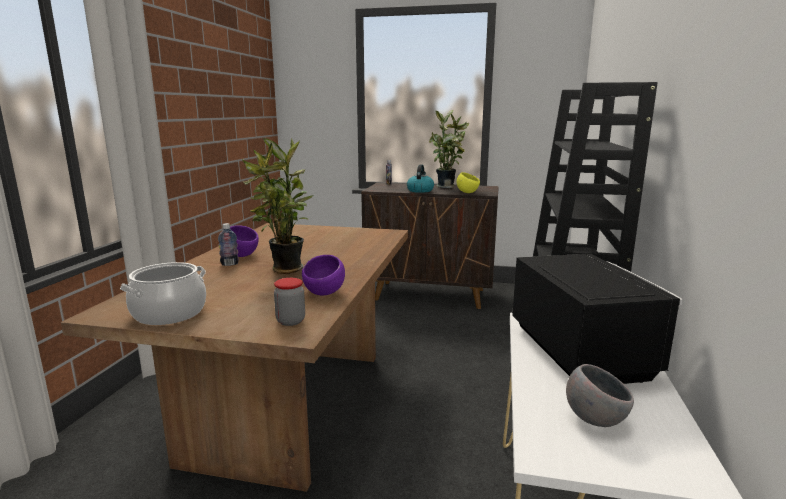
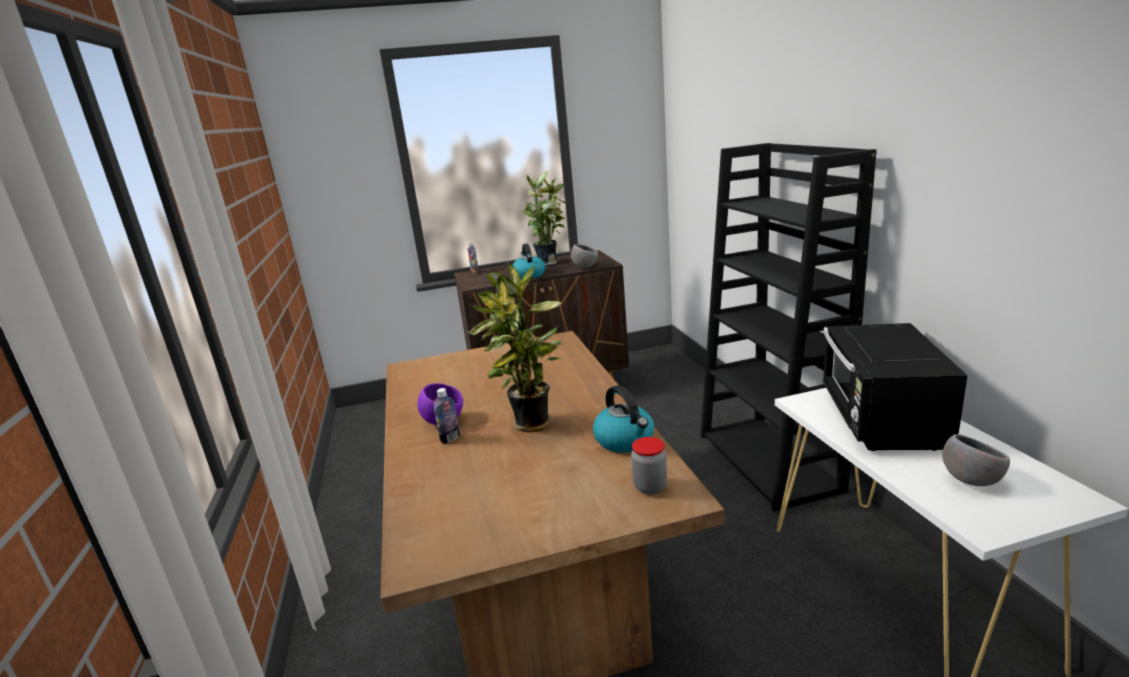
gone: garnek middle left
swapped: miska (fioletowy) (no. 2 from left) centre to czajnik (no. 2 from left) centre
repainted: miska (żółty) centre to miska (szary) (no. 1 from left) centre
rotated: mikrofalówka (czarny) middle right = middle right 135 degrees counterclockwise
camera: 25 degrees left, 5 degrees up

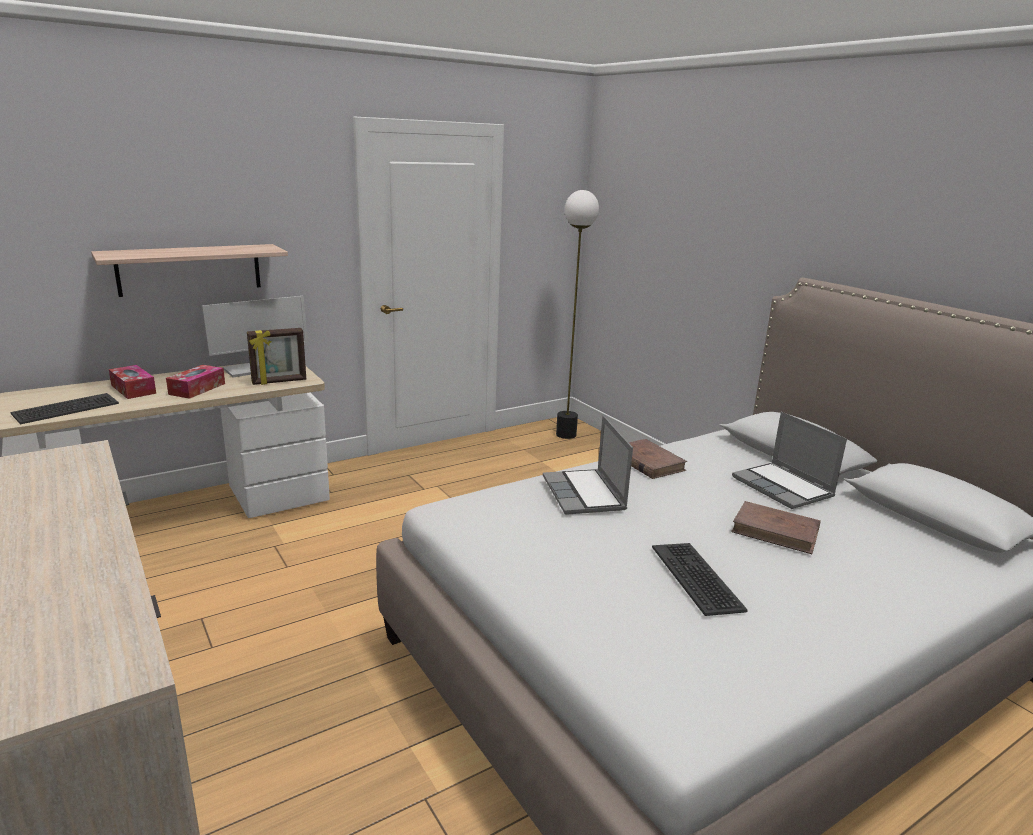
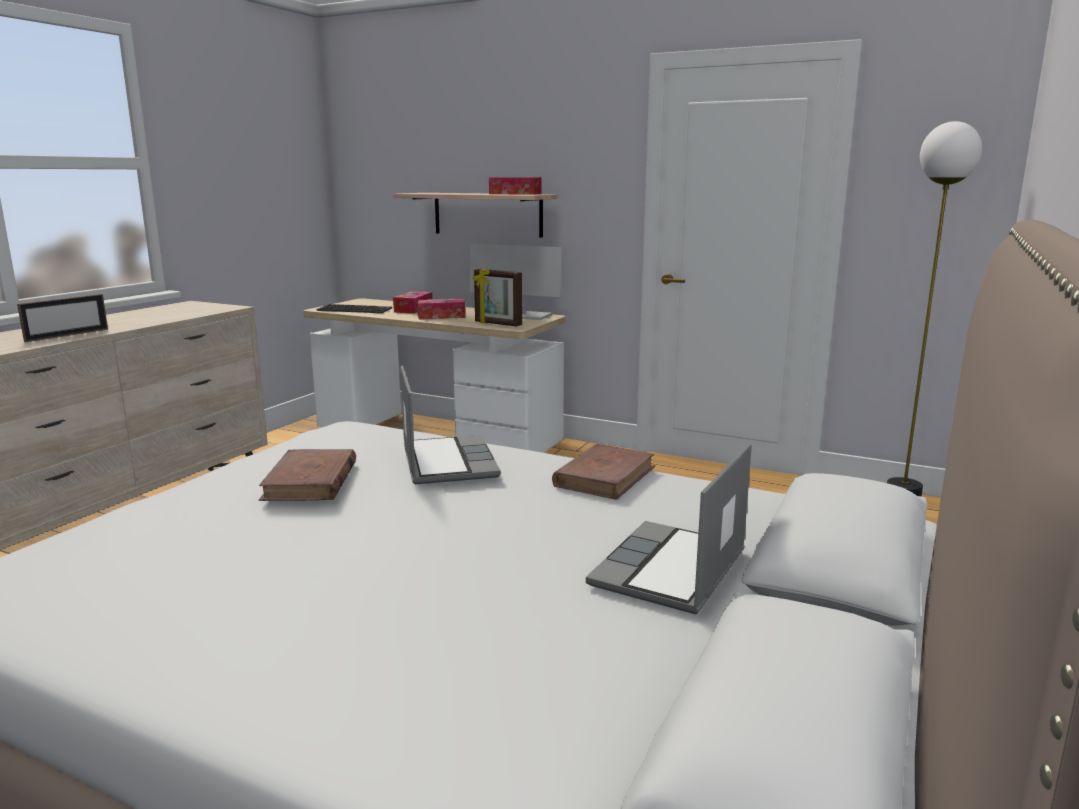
gone: klawiatura (no. 2 from left) bottom right
new: pudełko chusteczek (no. 3 from left) top centre; ramka na zdjęcie (no. 1 from left) middle left
shifted: książka (brązowy) (no. 2 from left in the first image) middle right to książka (brązowy) (no. 1 from left) middle left
rotated: laptop (no. 1 from left) centre = centre 120 degrees clockwise
camera: 60 degrees right, 5 degrees down

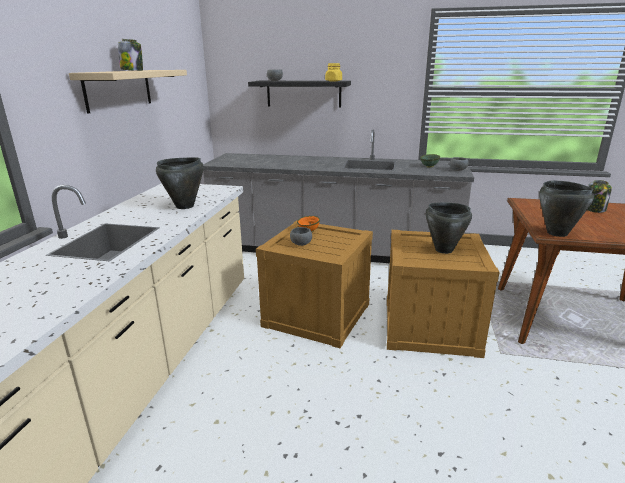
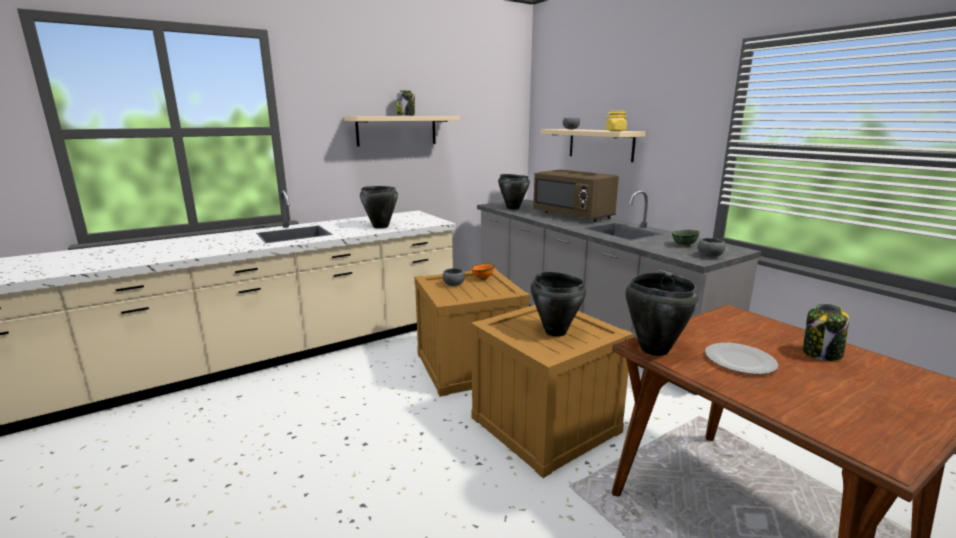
new: mikrofalówka (brązowy) centre; garnek (czarny) (no. 2 from left) centre; talerz middle right
repainted: półka (czarny) top centre to półka (beżowy) (no. 2 from left) top centre
camera: 45 degrees right, 5 degrees down

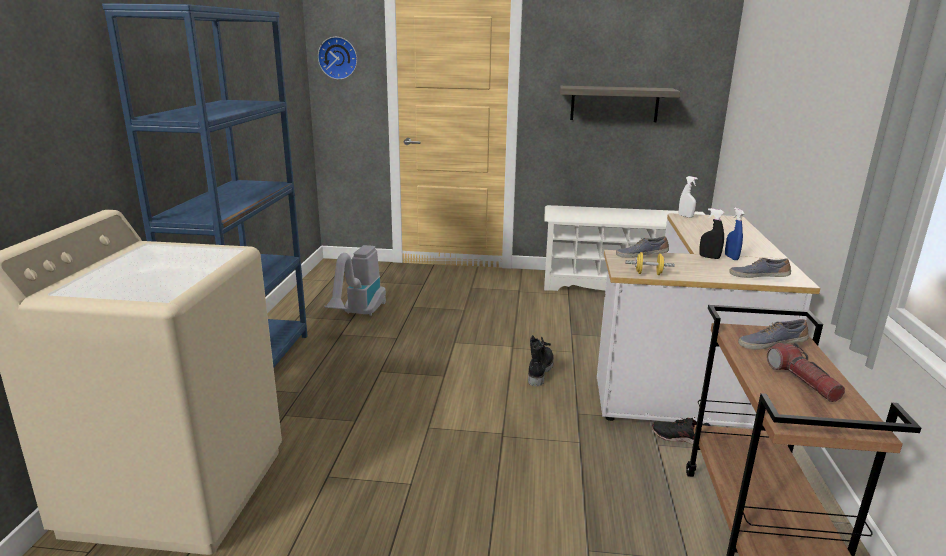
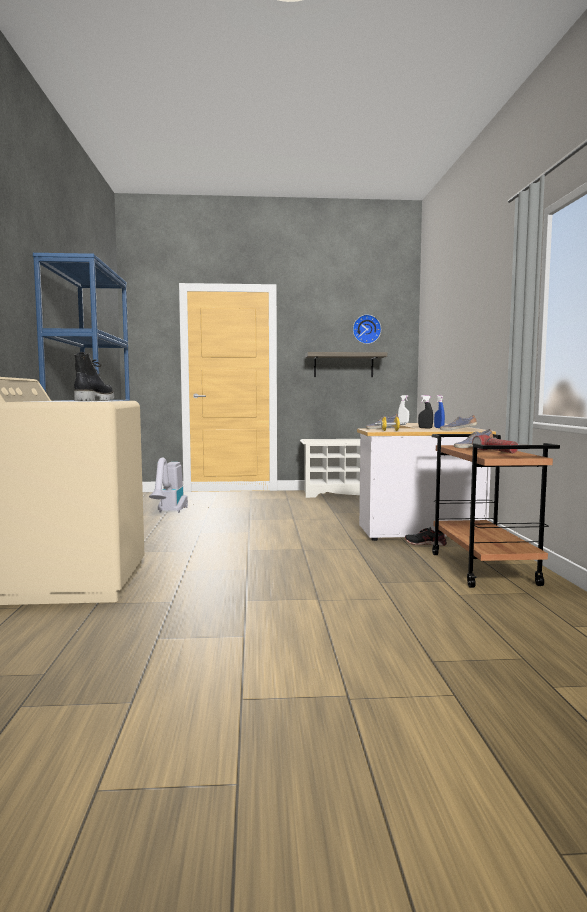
shifted: zegar ścienny top centre to centre; but z cholewką (czarny) centre to middle left
camera: 10 degrees left, 15 degrees down

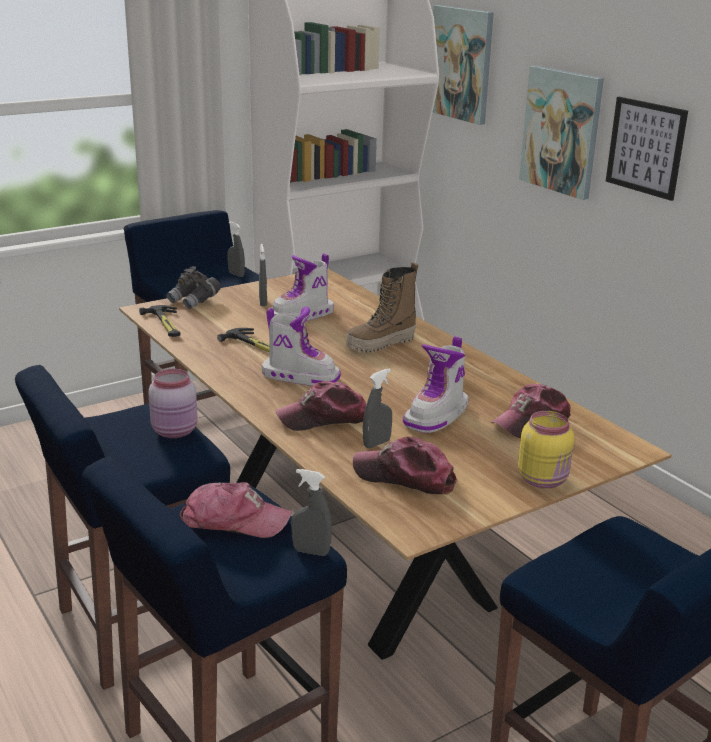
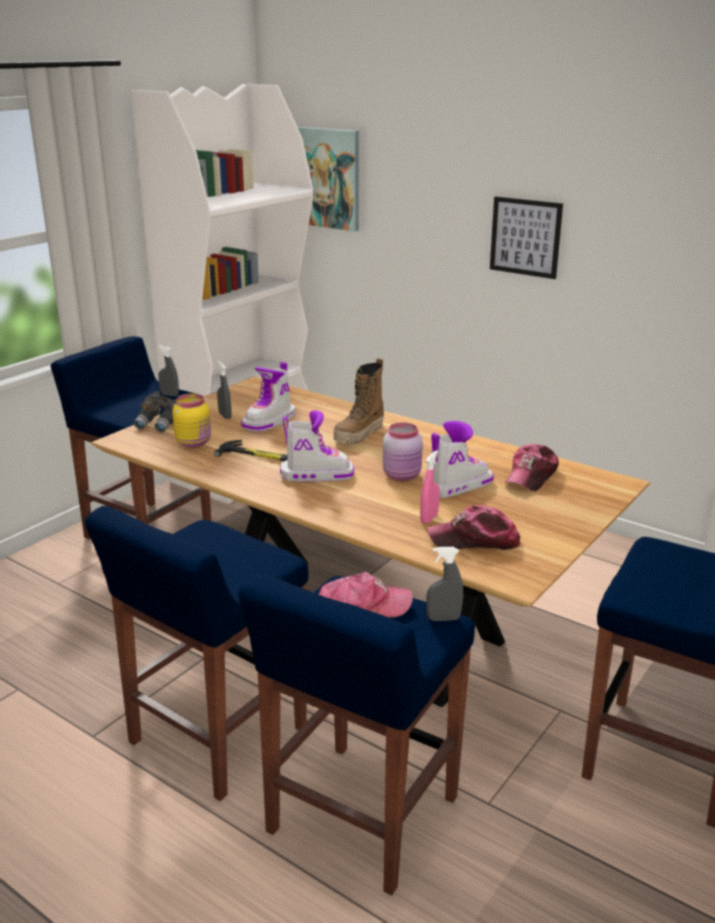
gone: obraz (no. 2 from left) top right; młotek (no. 1 from left) middle left; czapka z daszkiem (no. 2 from left) centre
shifted: słoik (różowy) middle left to centre; słoik (żółty) middle right to middle left
repainted: spryskiwacz (szary) (no. 4 from left) centre to spryskiwacz (różowy) centre
rotated: but z cholewką (no. 4 from left) centre = centre 135 degrees counterclockwise
camera: 20 degrees left, 0 degrees up

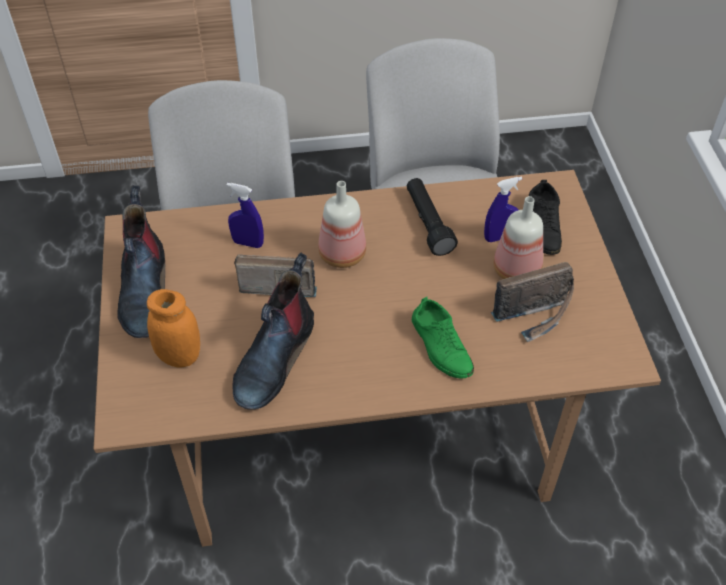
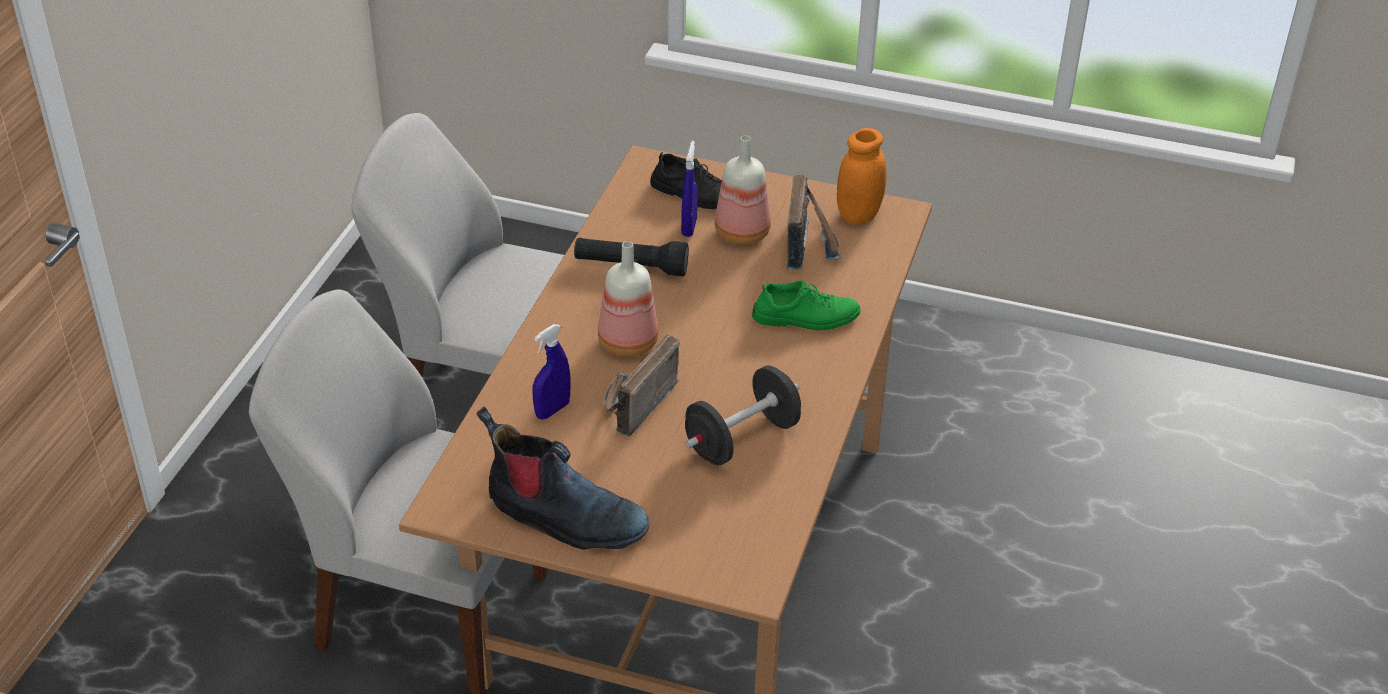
shifted: słoik (pomarańczowy) middle left to top centre
swapped: but z cholewką (no. 2 from left) centre to hantel (czarny) centre
camera: 65 degrees left, 10 degrees down

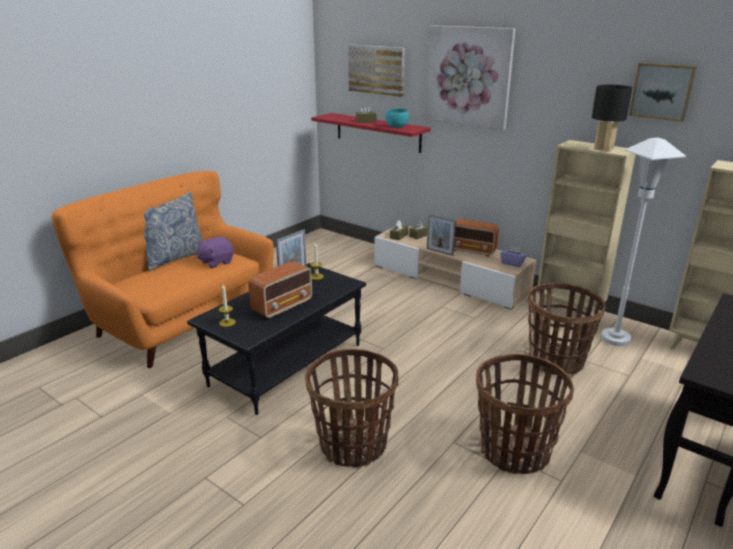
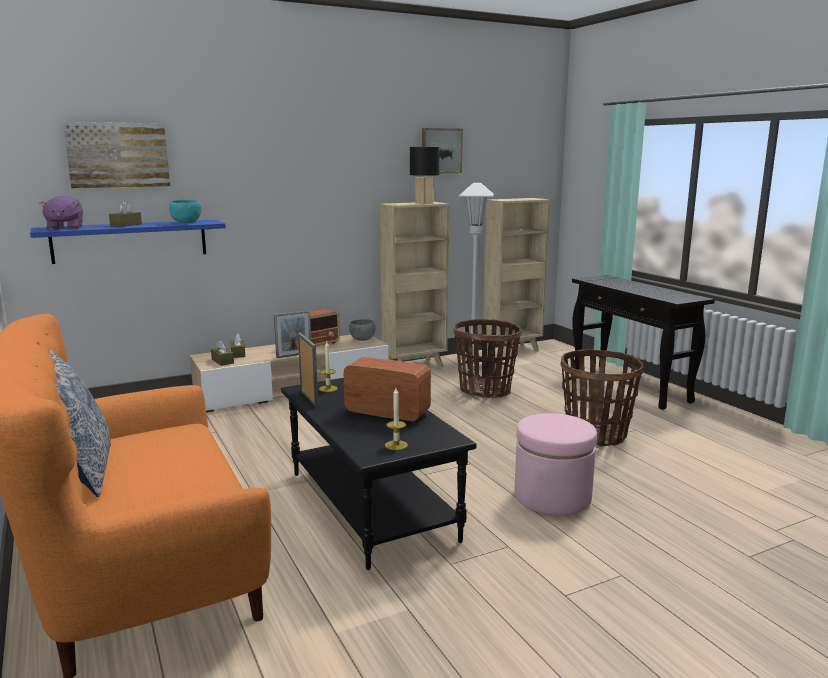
gone: obraz (no. 2 from left) top centre
shifted: pluszak (fioletowy) middle left to top left
swapped: pudełko chusteczek (fioletowy) middle right to miska (szary) centre; koszyk (no. 1 from left) bottom centre to pufa (różowy) bottom right
repainted: półka (czerwony) top centre to półka (niebieski) middle left
rotated: radio (no. 1 from left in the first image) centre = centre 45 degrees counterclockwise
camera: 65 degrees left, 10 degrees down

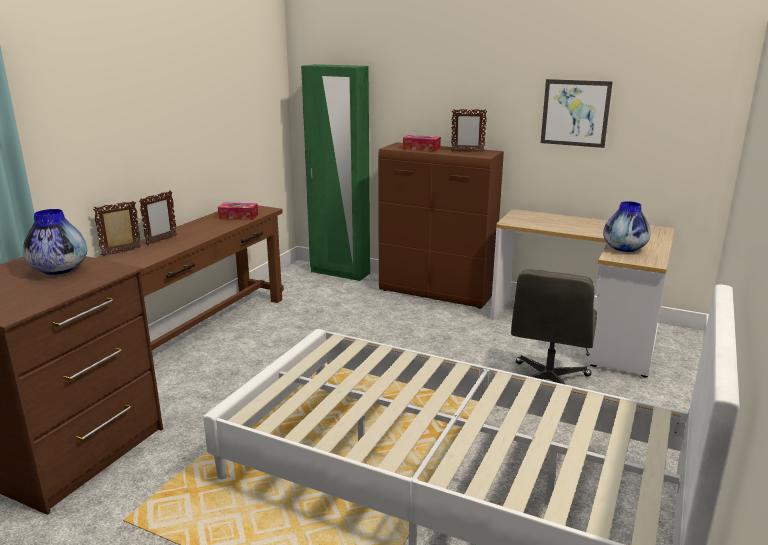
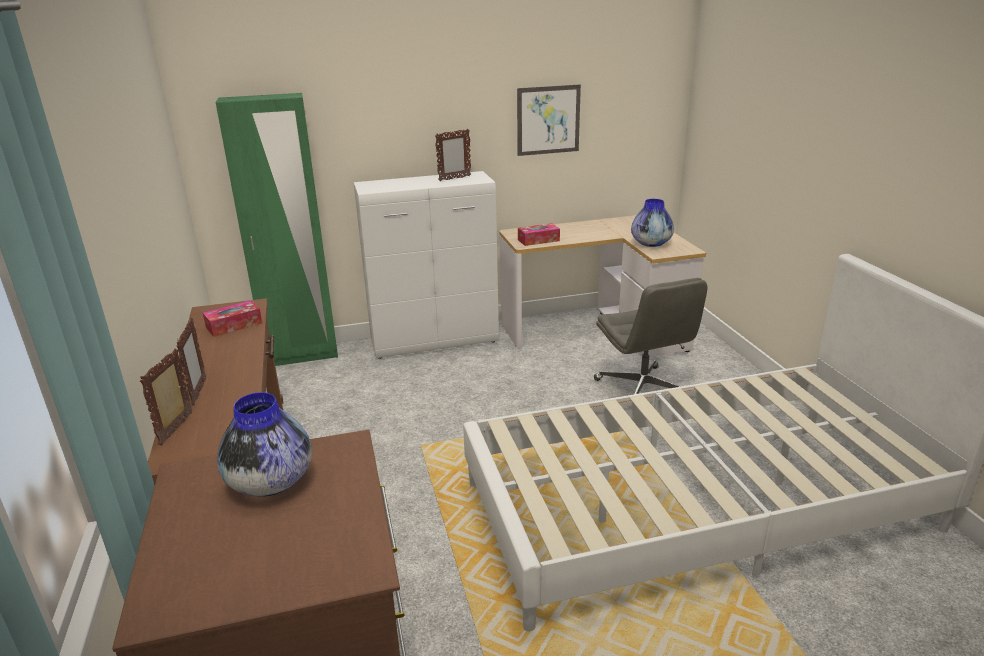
shifted: pudełko chusteczek (no. 2 from left) top centre to centre
repainted: szafka (brązowy) centre to szafka (biały) centre
camera: 40 degrees left, 5 degrees up

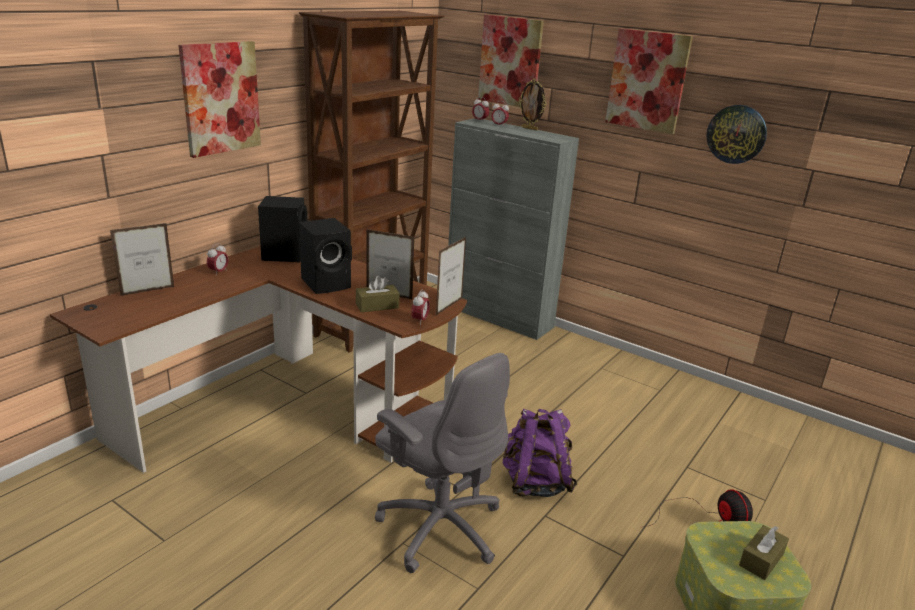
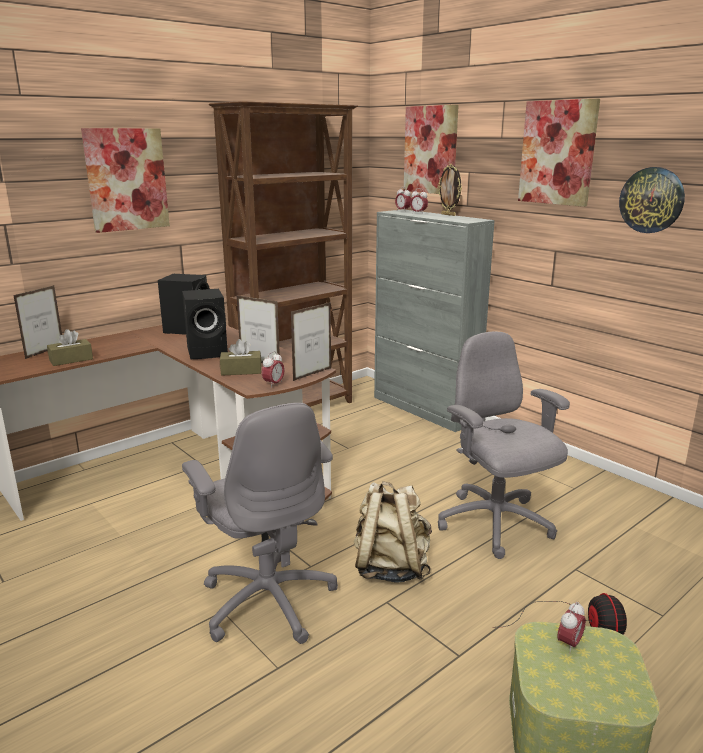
new: krzesło biurowe (szary) (no. 2 from left) middle right
shifted: budzik (no. 1 from left in the first image) middle left to budzik (no. 4 from left) bottom right; pudełko chusteczek (brązowy) (no. 2 from left in the first image) bottom right to pudełko chusteczek (brązowy) (no. 1 from left) middle left
repainted: plecak (fioletowy) bottom centre to plecak (beżowy) bottom centre
rotated: ramka na zdjęcie (no. 1 from left) middle left = middle left 135 degrees clockwise
camera: 15 degrees right, 5 degrees down

